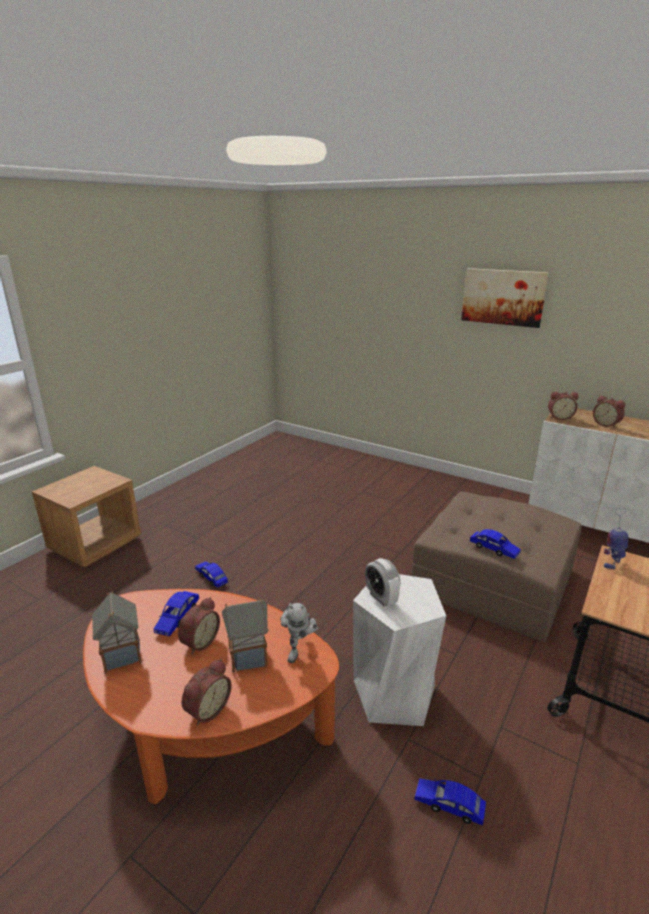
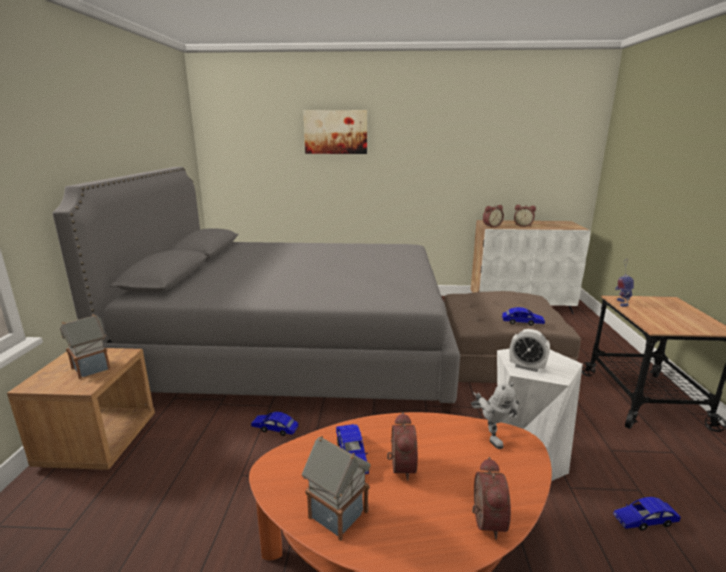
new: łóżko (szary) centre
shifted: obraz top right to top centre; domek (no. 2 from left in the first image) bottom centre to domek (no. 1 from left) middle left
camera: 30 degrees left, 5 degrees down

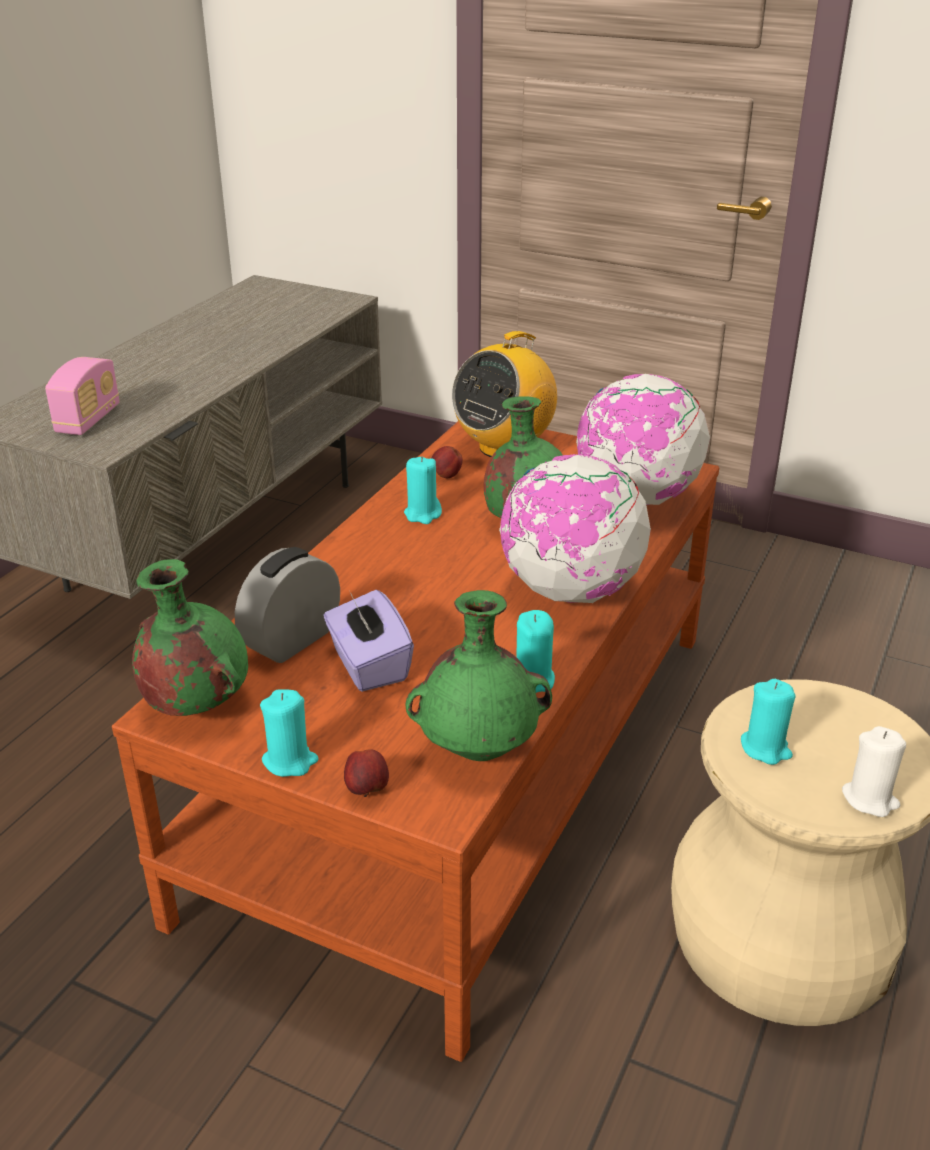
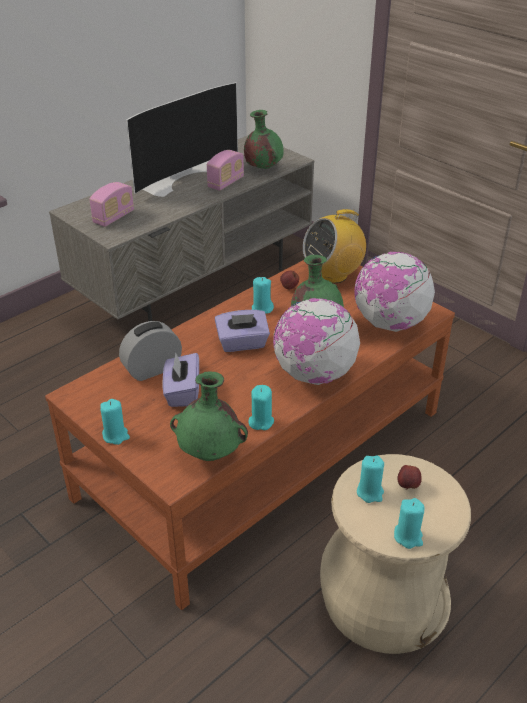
new: telewizor top centre; radio (no. 2 from left) top centre; pudełko chusteczek (fioletowy) (no. 2 from left) centre
shifted: wazon (zielony) (no. 1 from left in the first image) middle left to wazon (zielony) (no. 2 from left) top centre; jabłko (no. 1 from left in the first image) bottom centre to jabłko (no. 2 from left) bottom right
repainted: świeca (biały) bottom right to świeca (turkusowy) (no. 5 from left) bottom right
camera: 20 degrees right, 5 degrees up

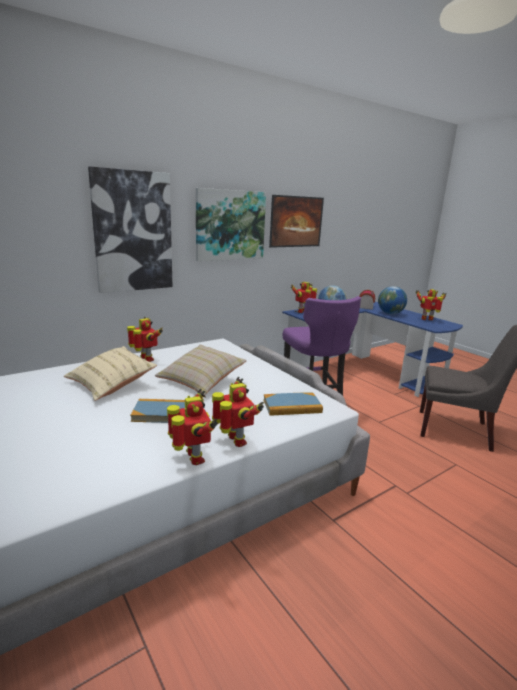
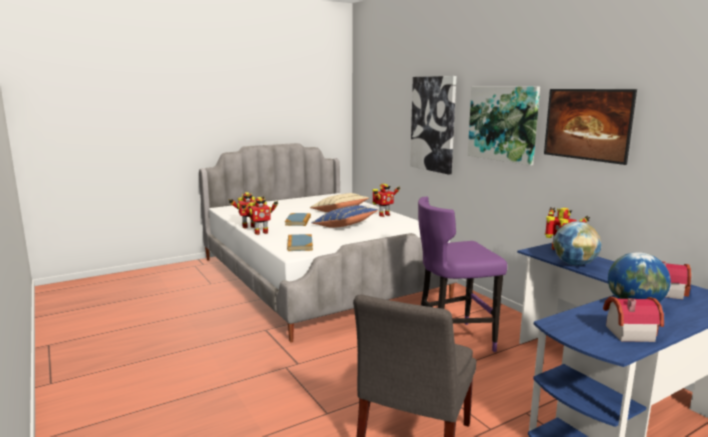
swapped: robot zabawkowy (no. 5 from left) middle right to domek (no. 1 from left) bottom right
repainted: poduszka (beżowy) (no. 2 from left) centre to poduszka (niebieski) centre
camera: 95 degrees right, 5 degrees down

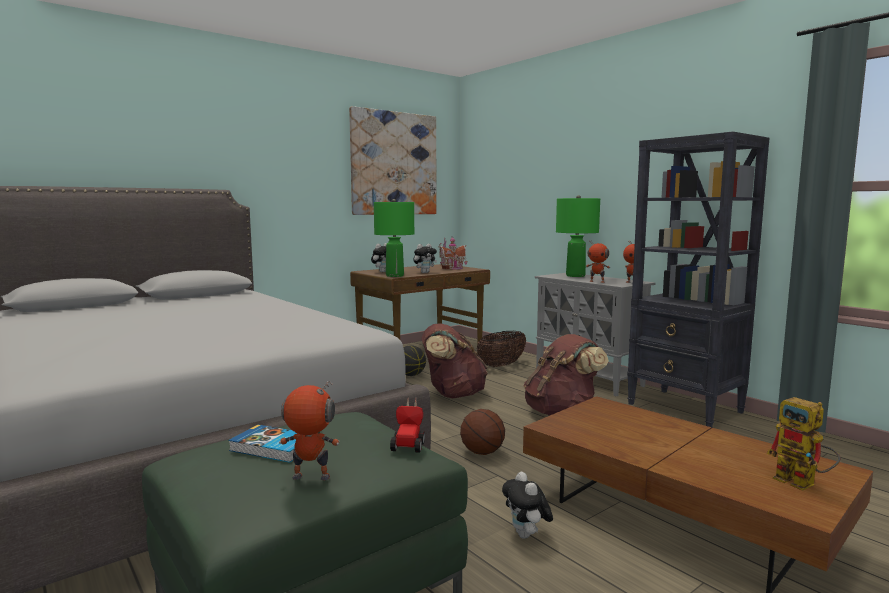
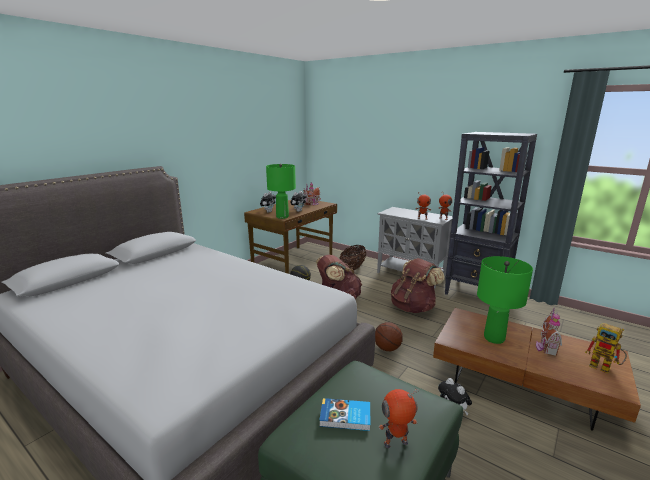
gone: obraz top centre; samochodzik bottom centre
new: domek (no. 2 from left) bottom right
shifted: lampa stołowa (zielony) (no. 2 from left) centre to middle right
camera: 15 degrees left, 10 degrees up

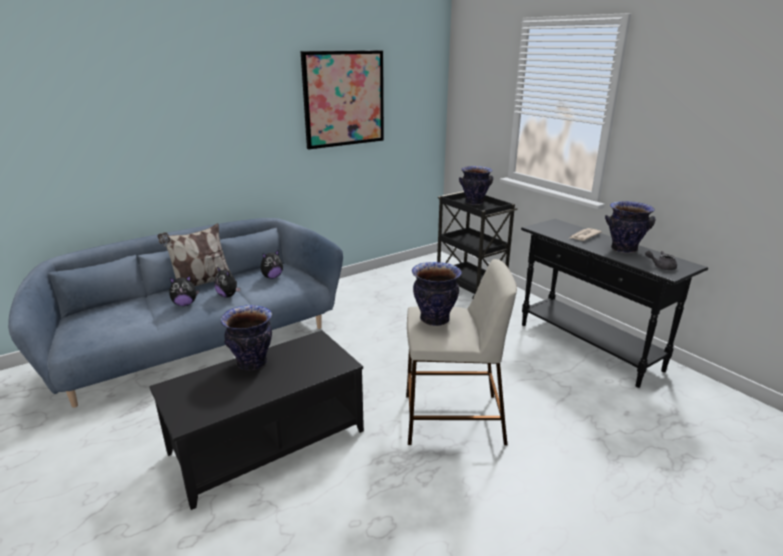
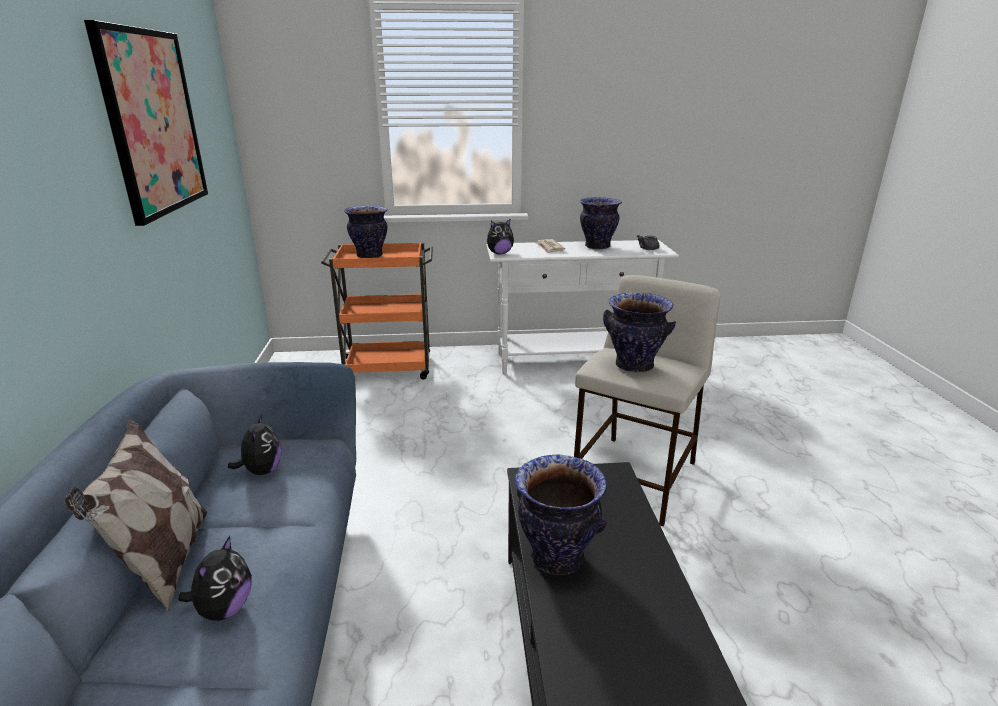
shifted: pluszak (no. 2 from left in the first image) middle left to pluszak (no. 3 from left) centre
repainted: wózek (czarny) centre to wózek (pomarańczowy) centre; stolik konsolowy (czarny) middle right to stolik konsolowy (biały) centre
camera: 60 degrees left, 0 degrees up

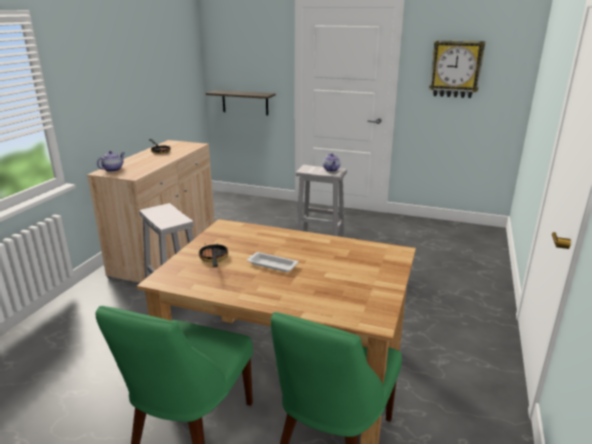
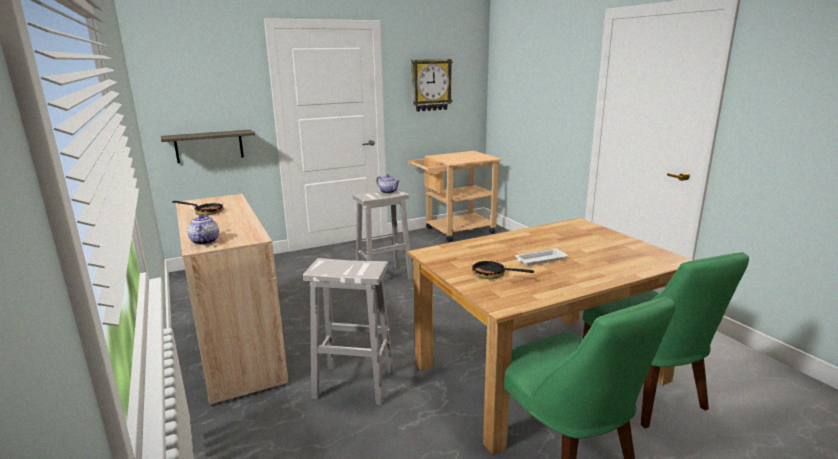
new: wózek (beżowy) centre
camera: 45 degrees left, 5 degrees down

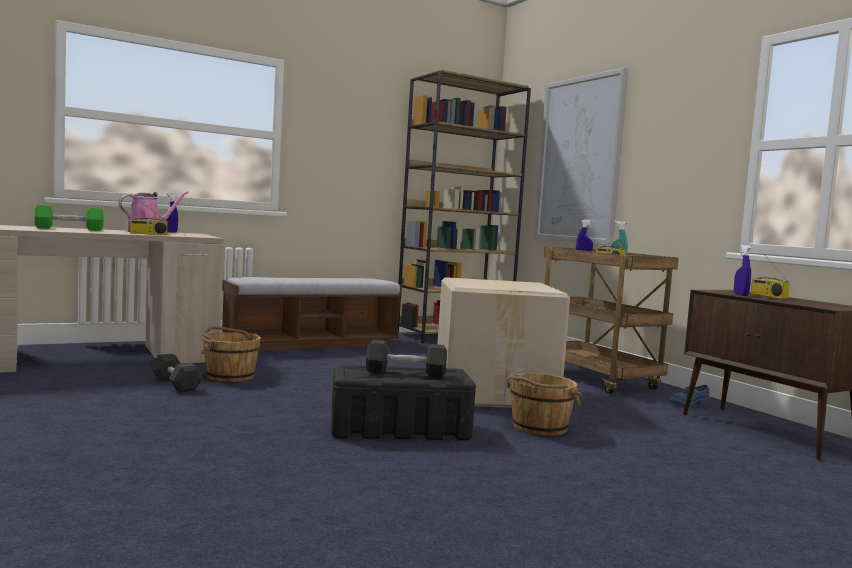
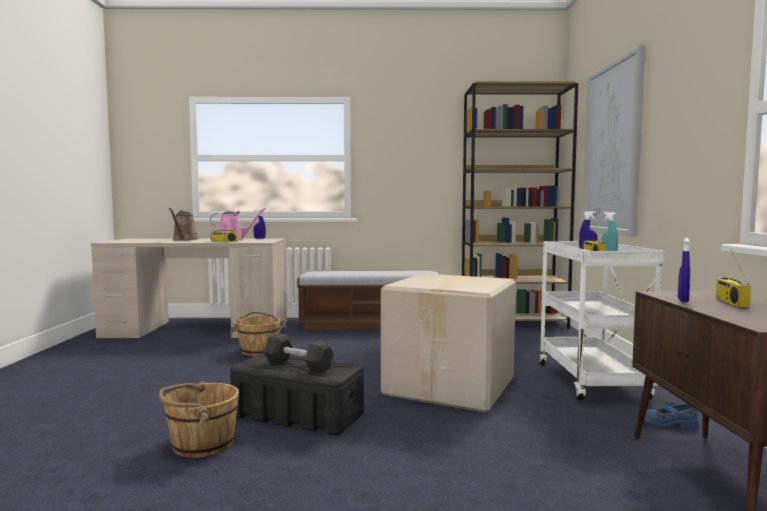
gone: hantel (czarny) (no. 1 from left) middle left
shifted: wiadro (brązowy) (no. 2 from left in the first image) bottom centre to wiadro (brązowy) (no. 1 from left) bottom left
swapped: hantel (zielony) middle left to konewka (brązowy) middle left
repainted: wózek (brązowy) middle right to wózek (biały) middle right
camera: 30 degrees right, 0 degrees up

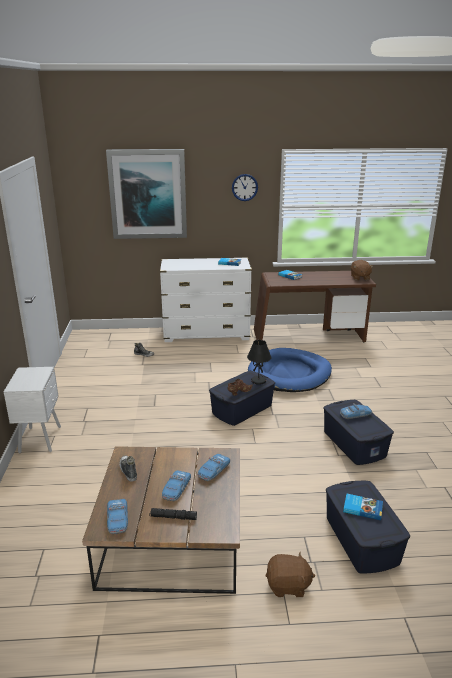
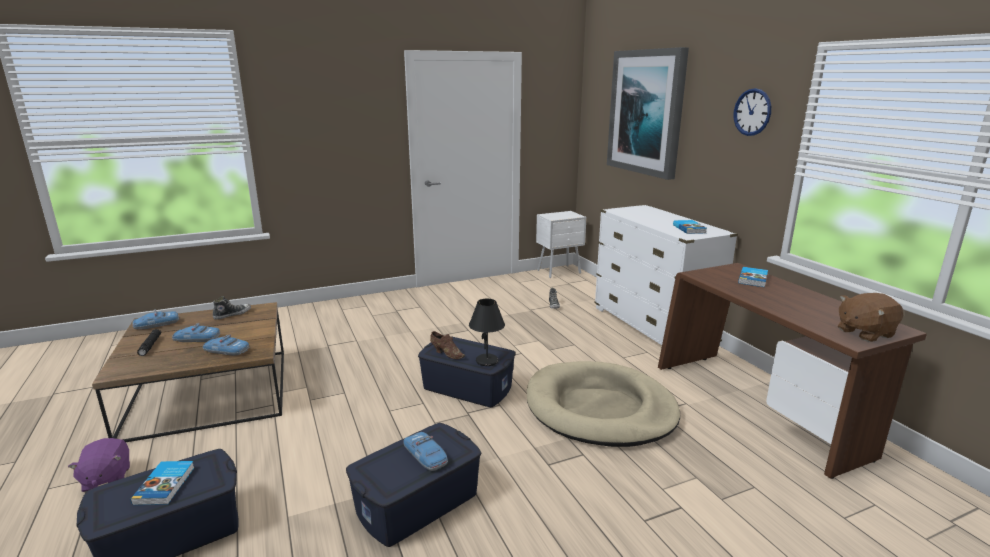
shifted: szafka nocna (biały) middle left to centre
repainted: legowisko (niebieski) centre to legowisko (beżowy) bottom centre; pluszak (brązowy) (no. 1 from left) bottom centre to pluszak (fioletowy) bottom left
camera: 70 degrees right, 5 degrees down

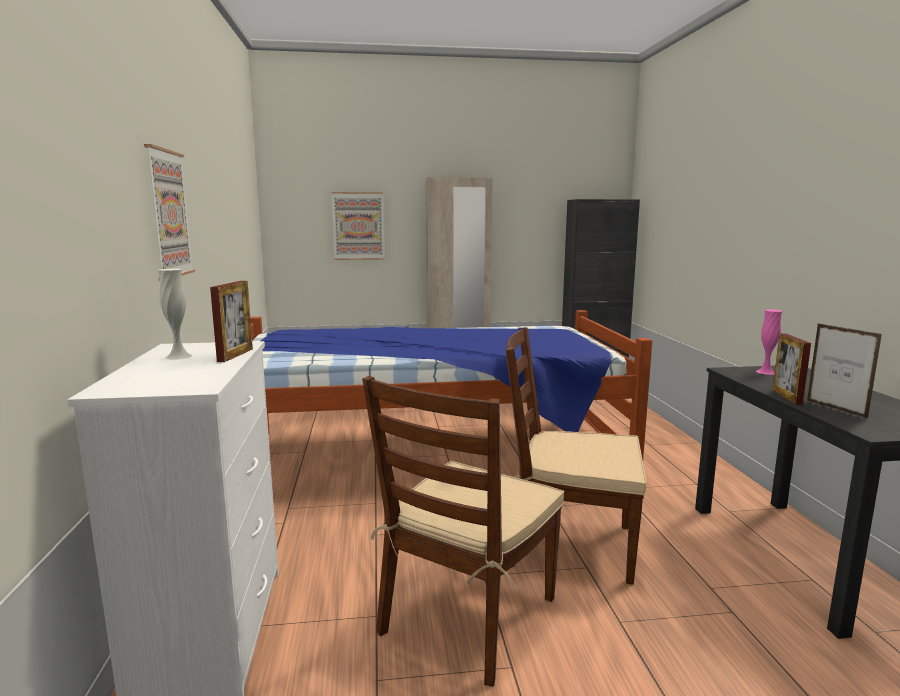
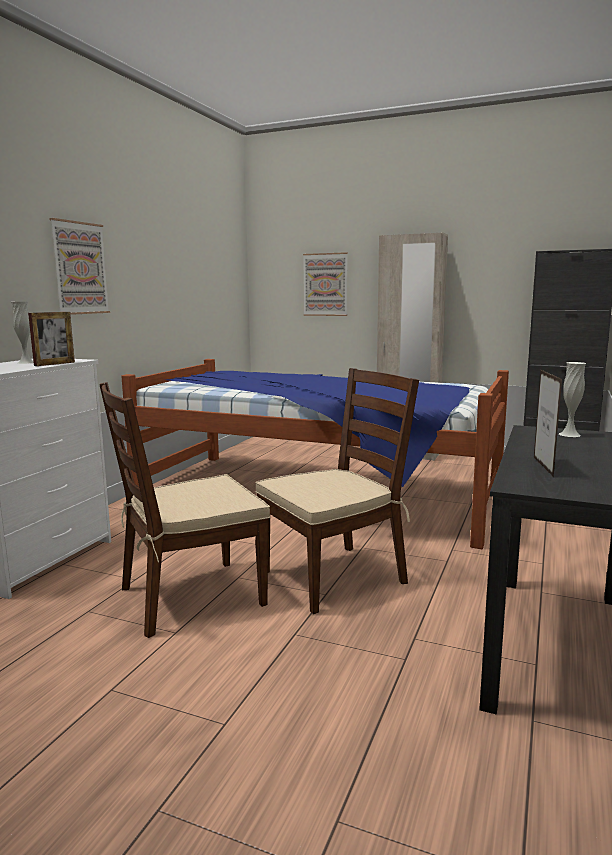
gone: ramka na zdjęcie (no. 2 from left) middle right
repainted: wazon (różowy) middle right to wazon (biały) (no. 2 from left) middle right
rotated: krzesło (brązowy) (no. 2 from left) centre = centre 105 degrees clockwise
camera: 30 degrees right, 0 degrees up

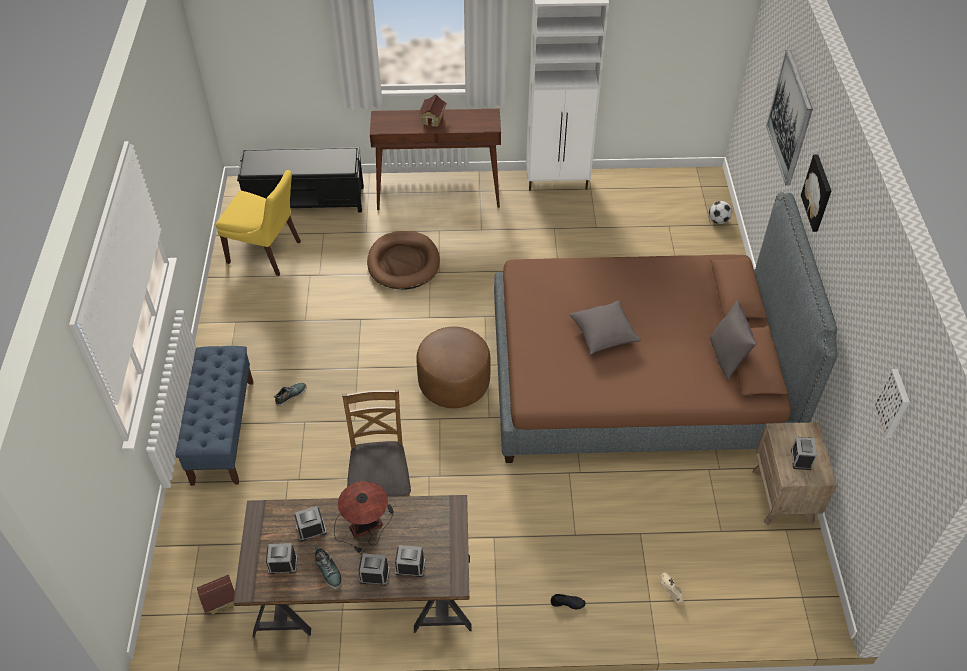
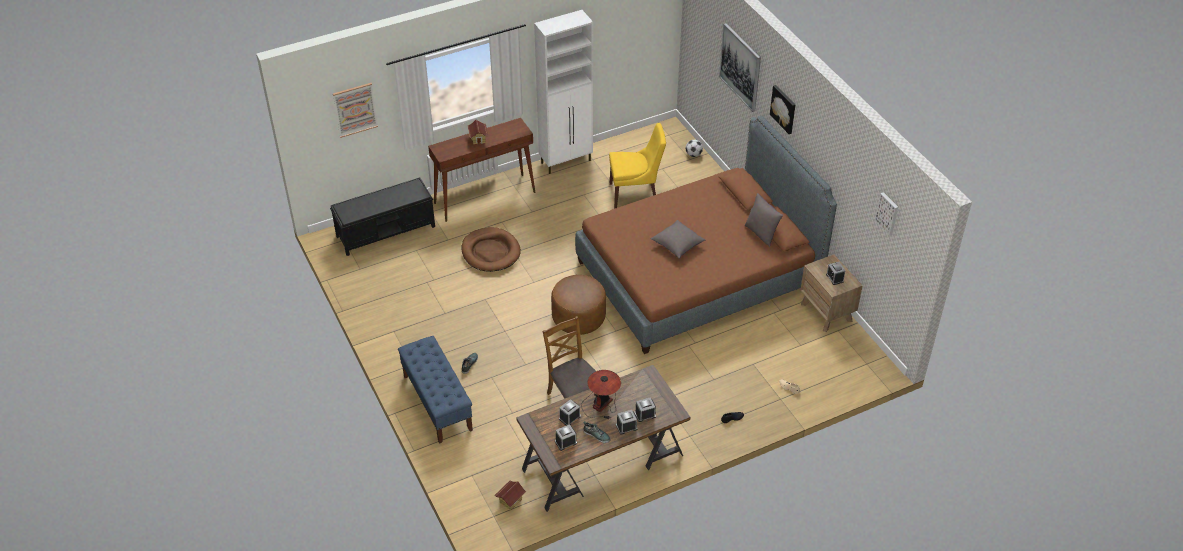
new: obraz (no. 1 from left) top left
shifted: krzesło (żółty) top left to top centre
camera: 25 degrees left, 5 degrees down

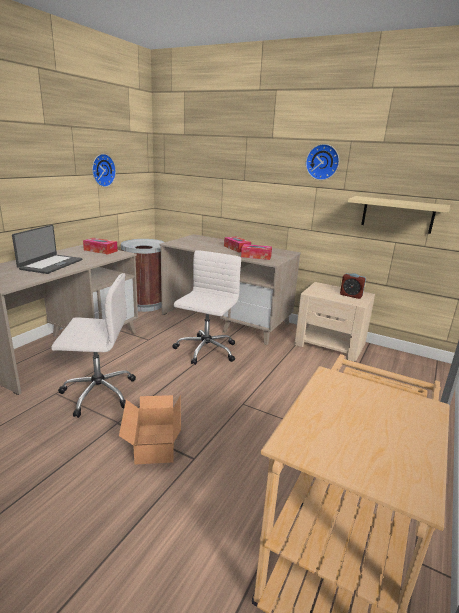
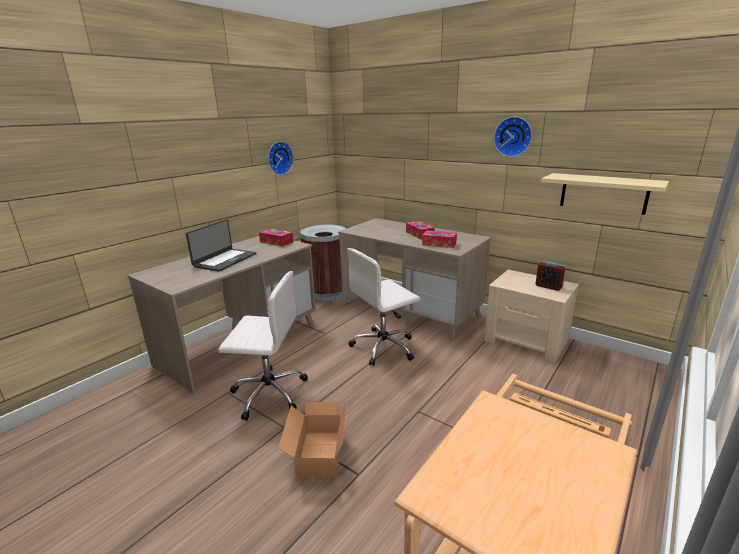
rotated: krzesło biurowe (biały) (no. 2 from left) centre = centre 150 degrees counterclockwise
camera: 10 degrees right, 0 degrees up

